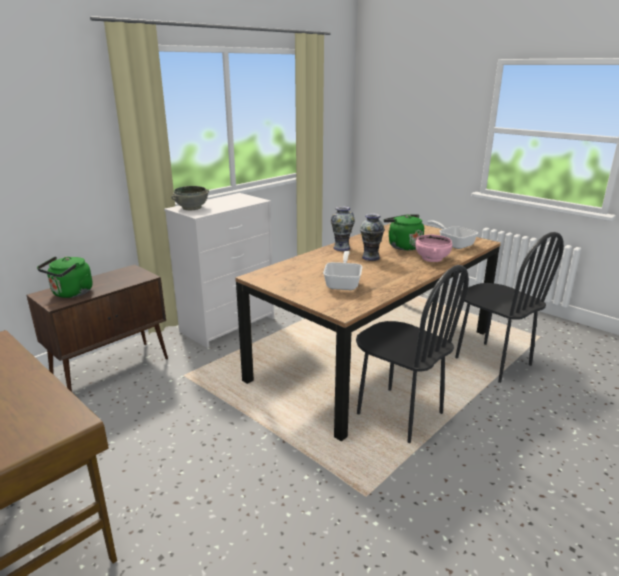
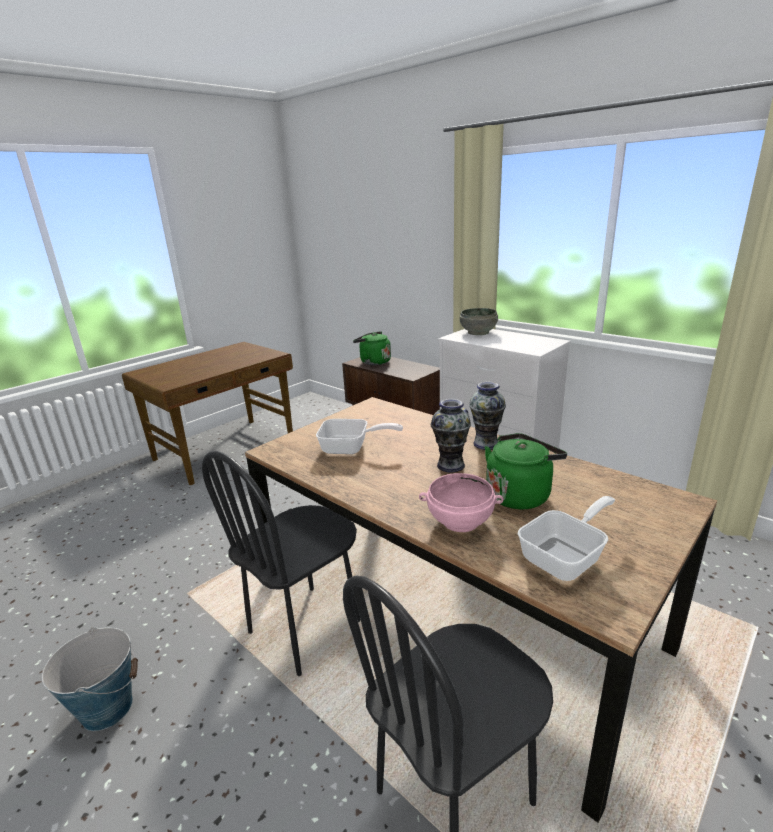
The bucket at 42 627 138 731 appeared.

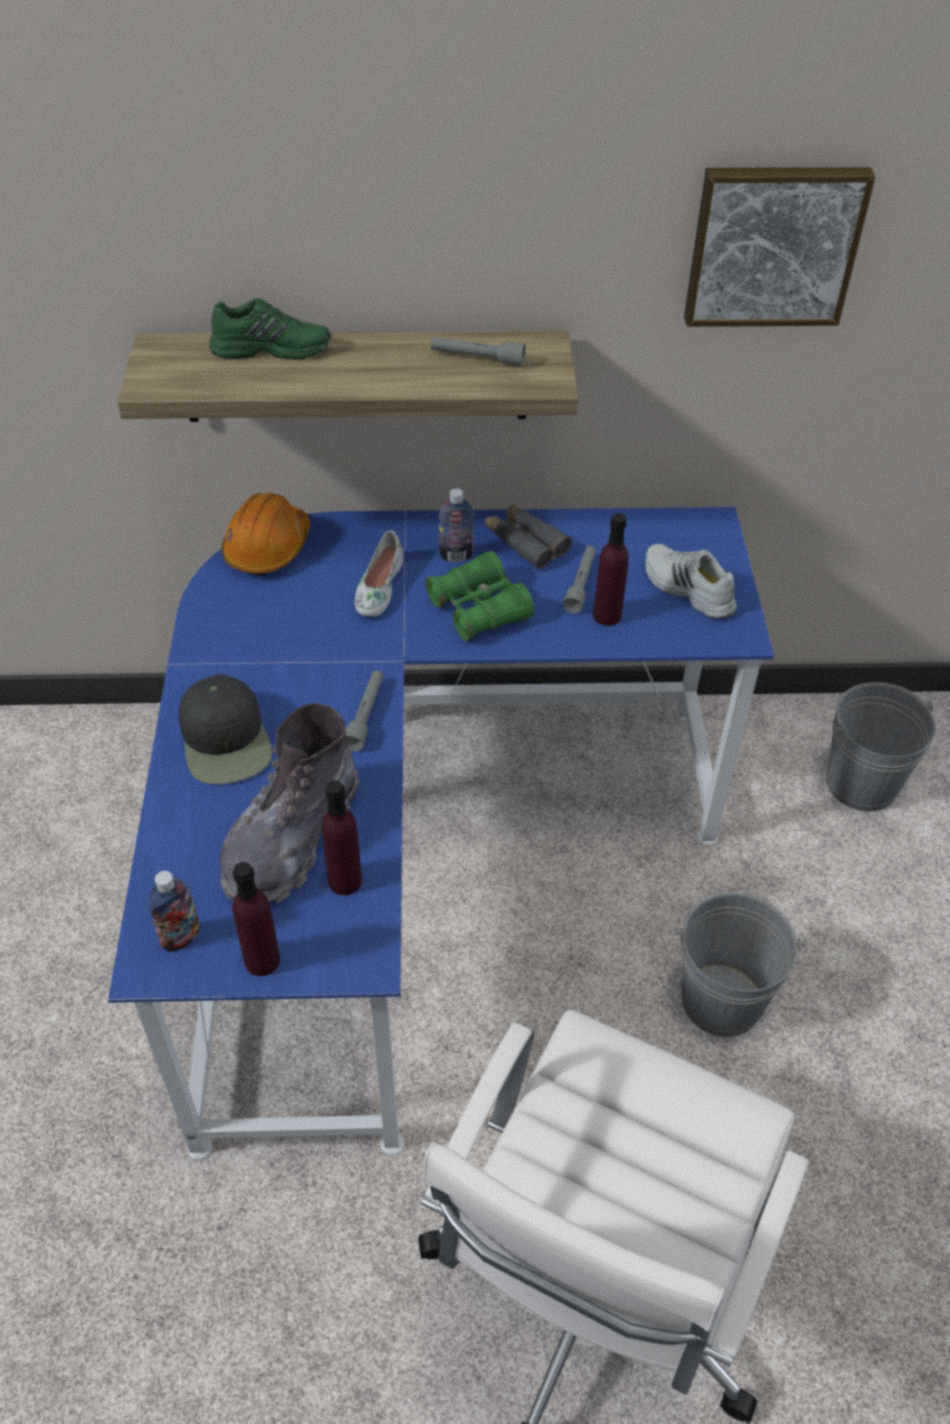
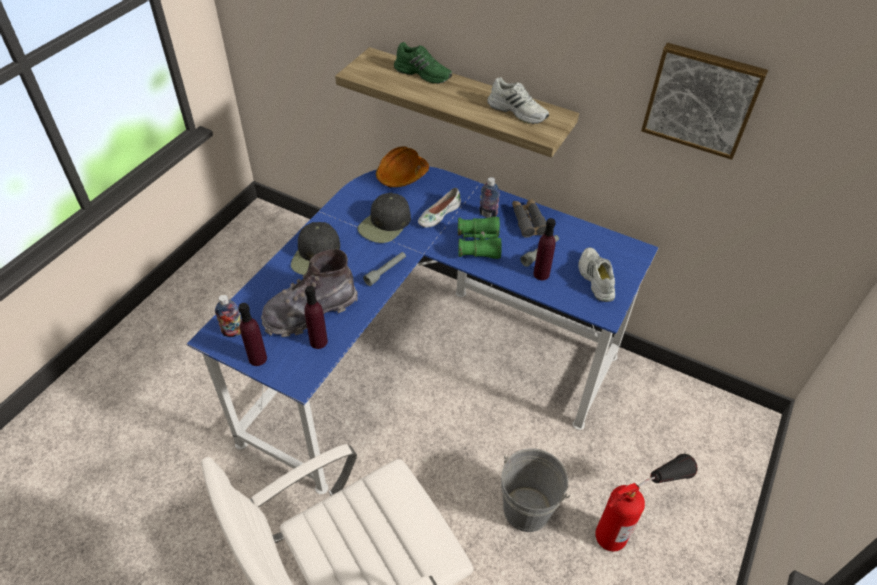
The grey_flashlight at 431 337 526 366 was replaced by the white_shoe at 487 77 549 124. The grey_bucket at 826 682 936 811 disappeared. The black_cap at 358 193 411 243 appeared. The fire_extinguisher at 595 454 698 552 appeared.

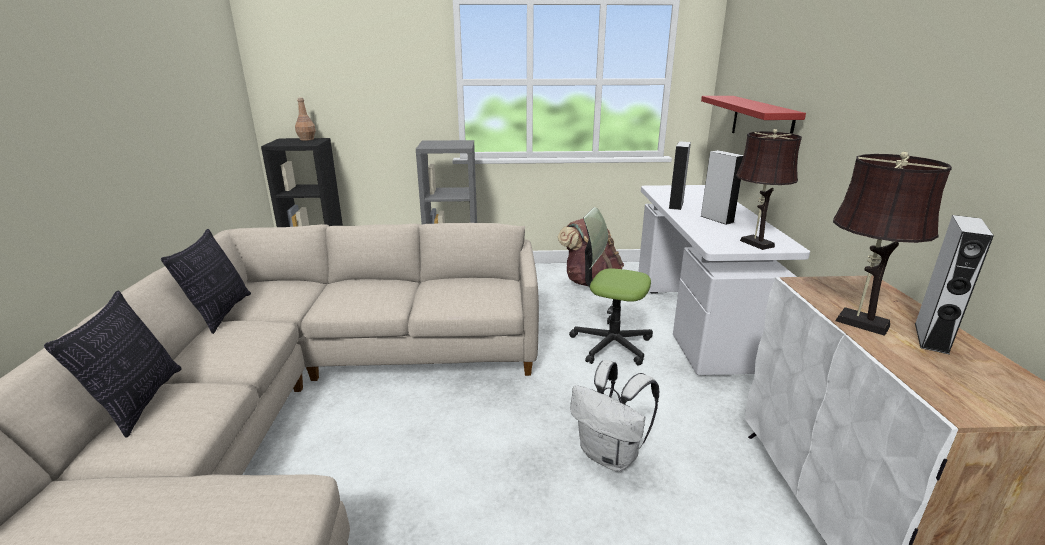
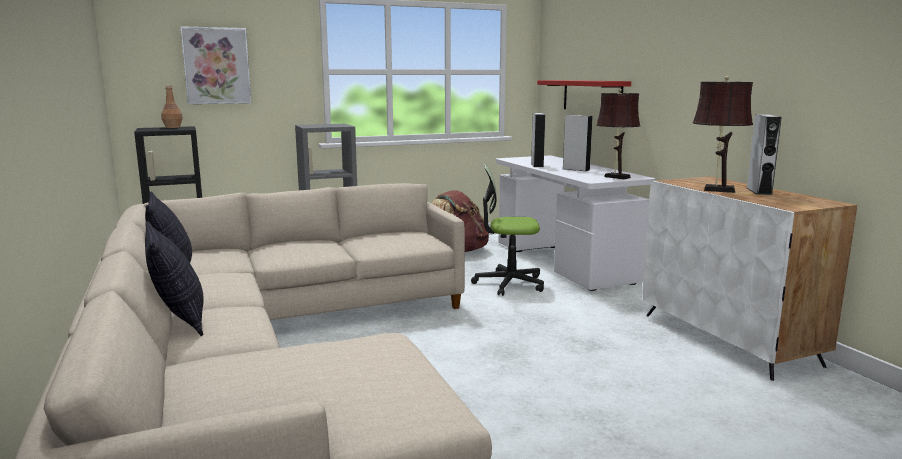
The white_backpack at 570 360 659 472 disappeared. The picture at 180 26 251 104 appeared.

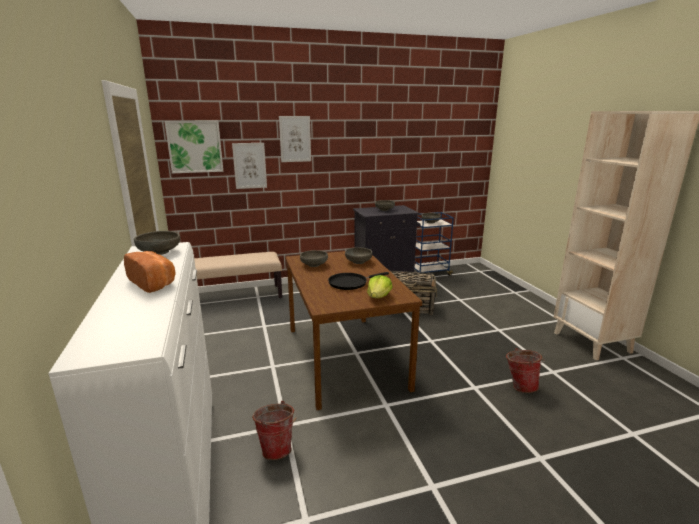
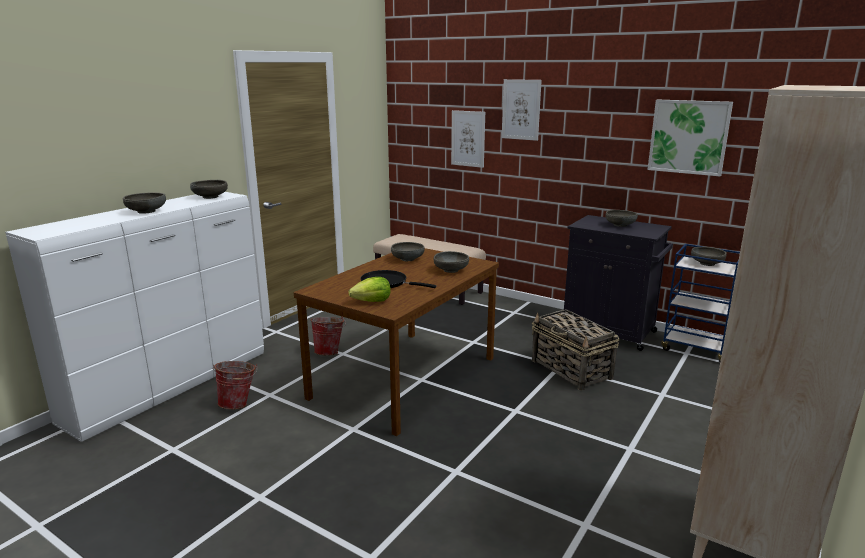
The bread at 124 251 175 293 was replaced by the grey_bowl at 123 193 166 214. The picture moved from 165 121 224 173 to 648 99 733 176. The bucket moved from 506 348 545 393 to 311 317 346 355.

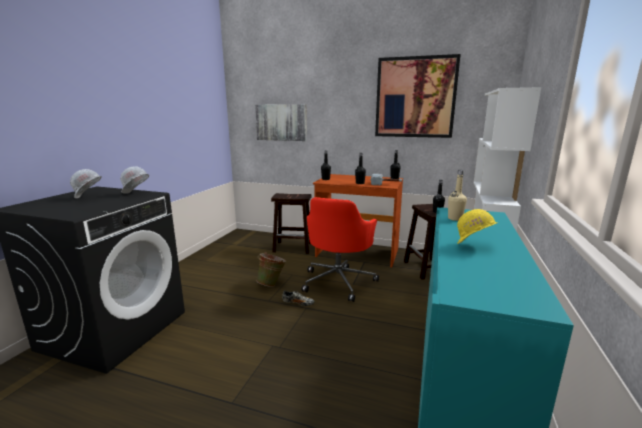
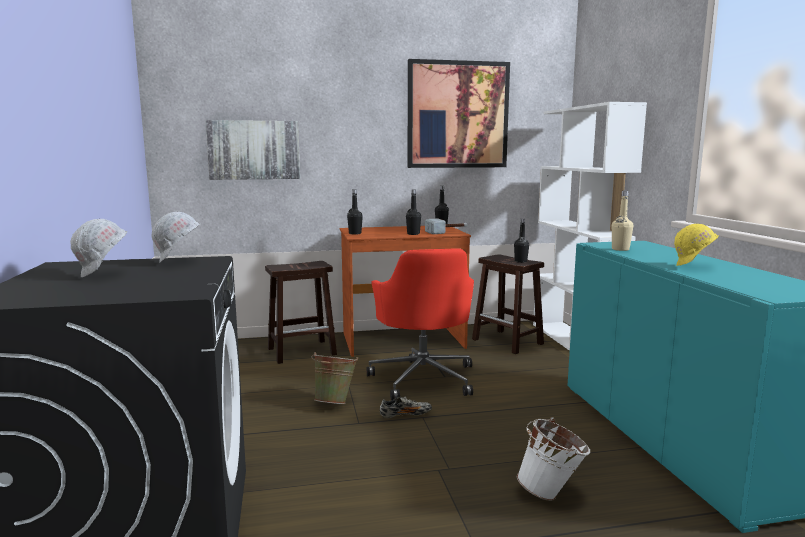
The white_bucket at 517 417 590 501 appeared.

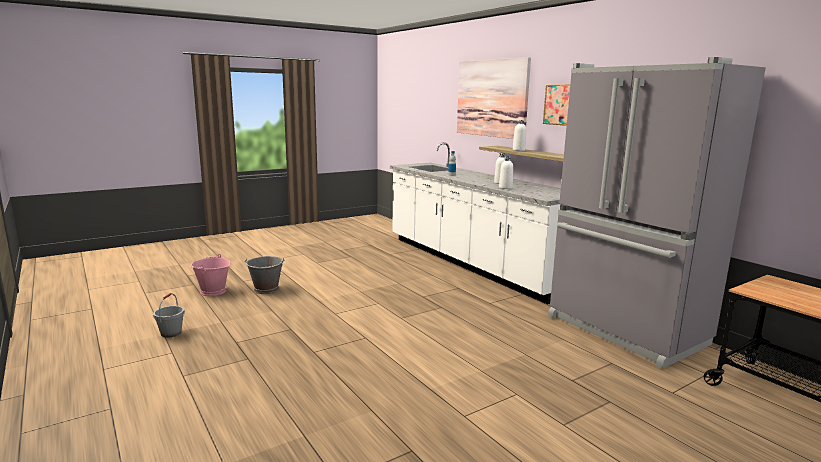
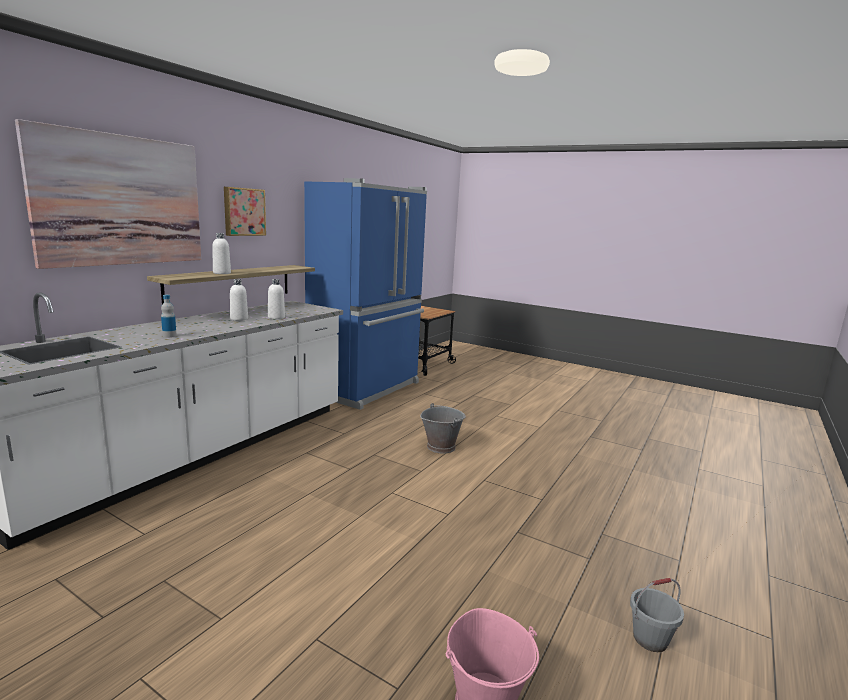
The grey_bucket moved from 244 256 285 294 to 420 403 466 454. The grey_fridge at 548 57 766 369 became the blue_fridge at 304 178 427 410.

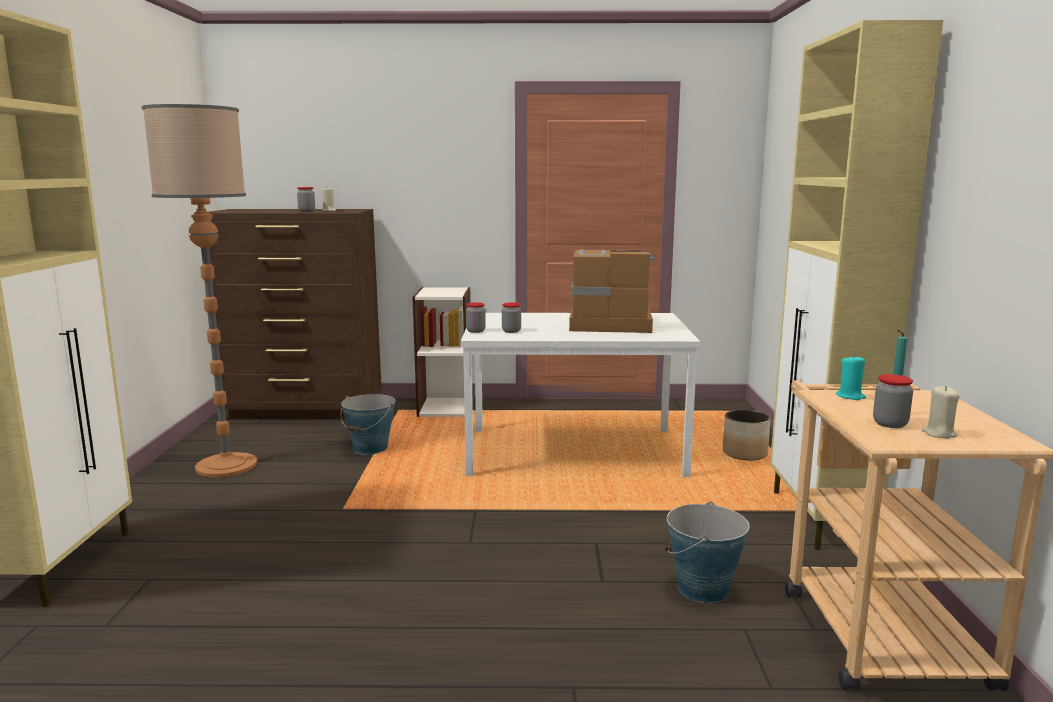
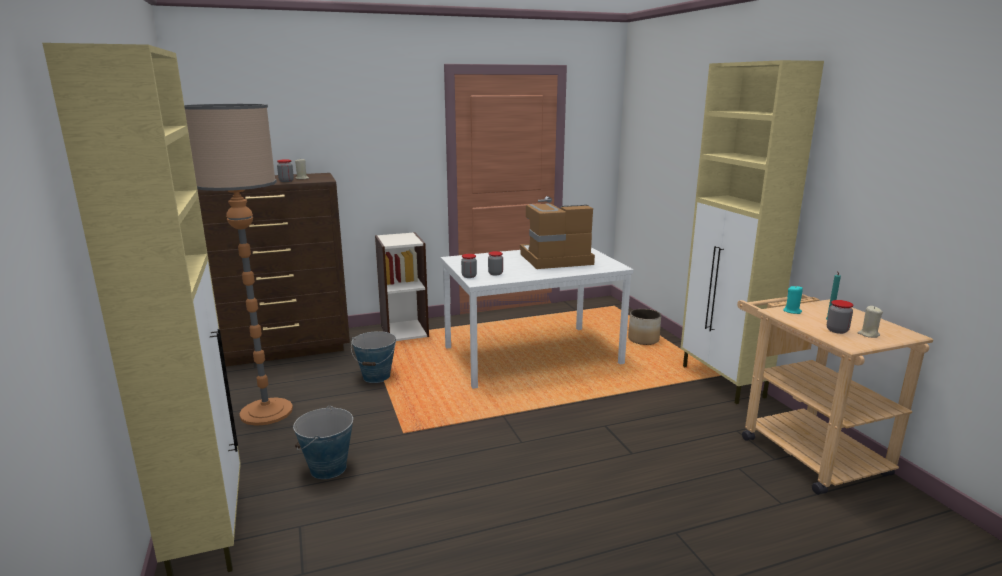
The bucket moved from 665 502 750 603 to 293 406 353 479.

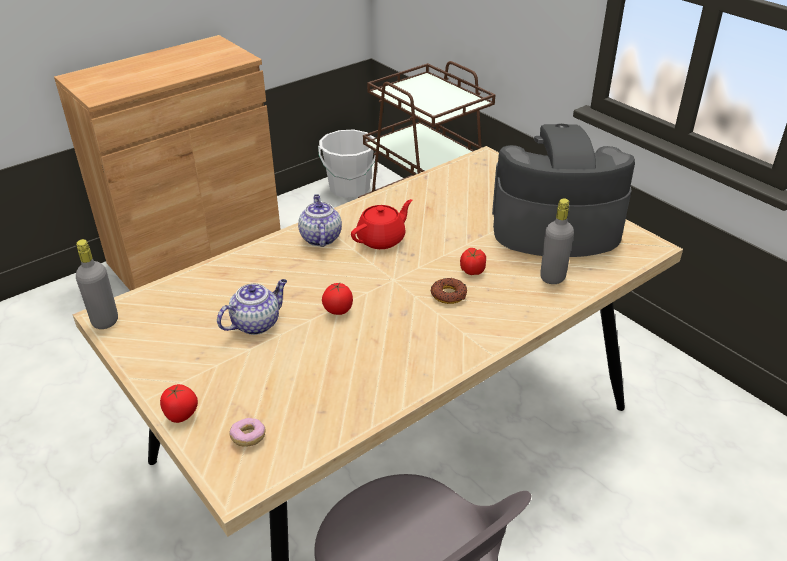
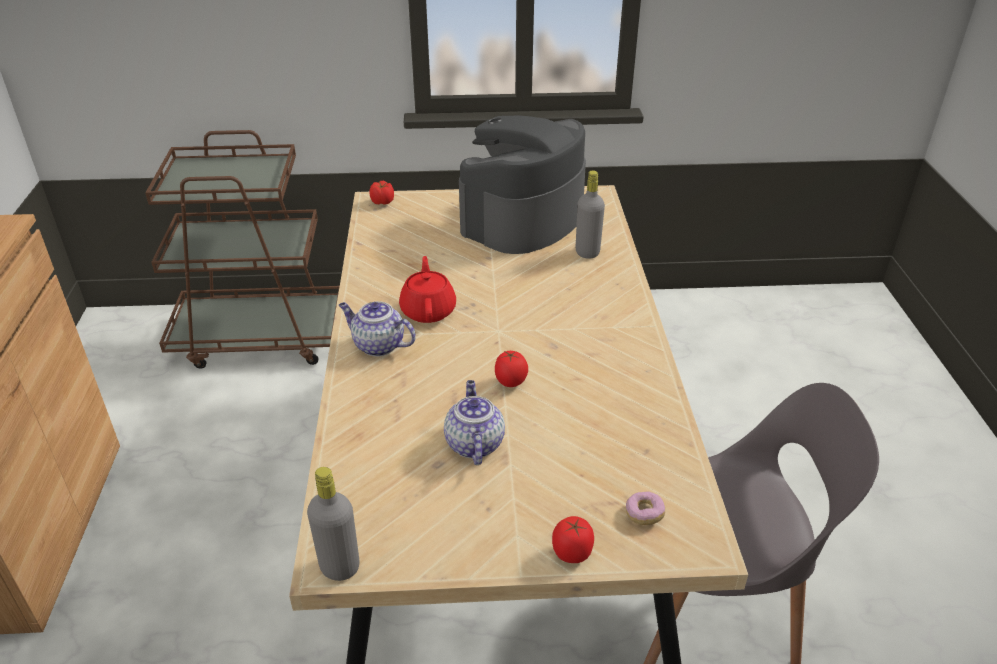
The white_bucket at 318 129 375 198 disappeared. The donut at 430 278 467 304 disappeared. The tomato moved from 460 248 486 275 to 370 181 394 204.

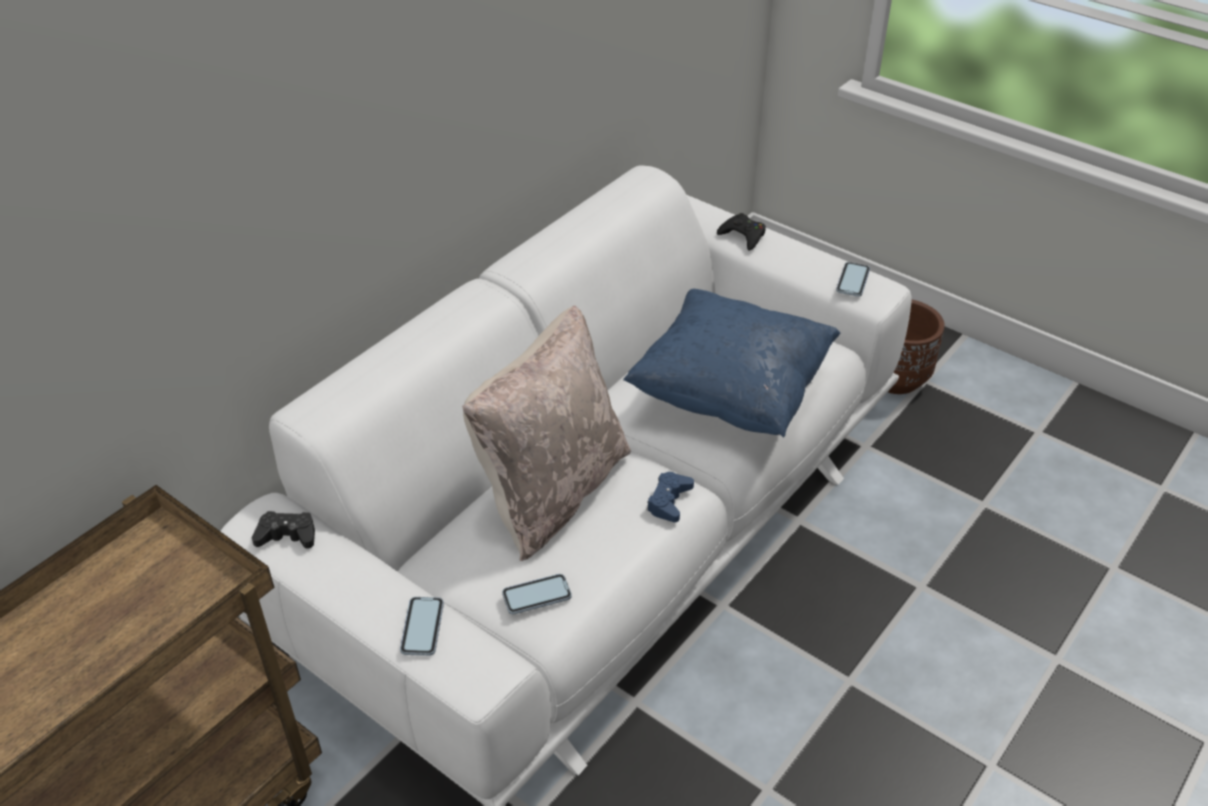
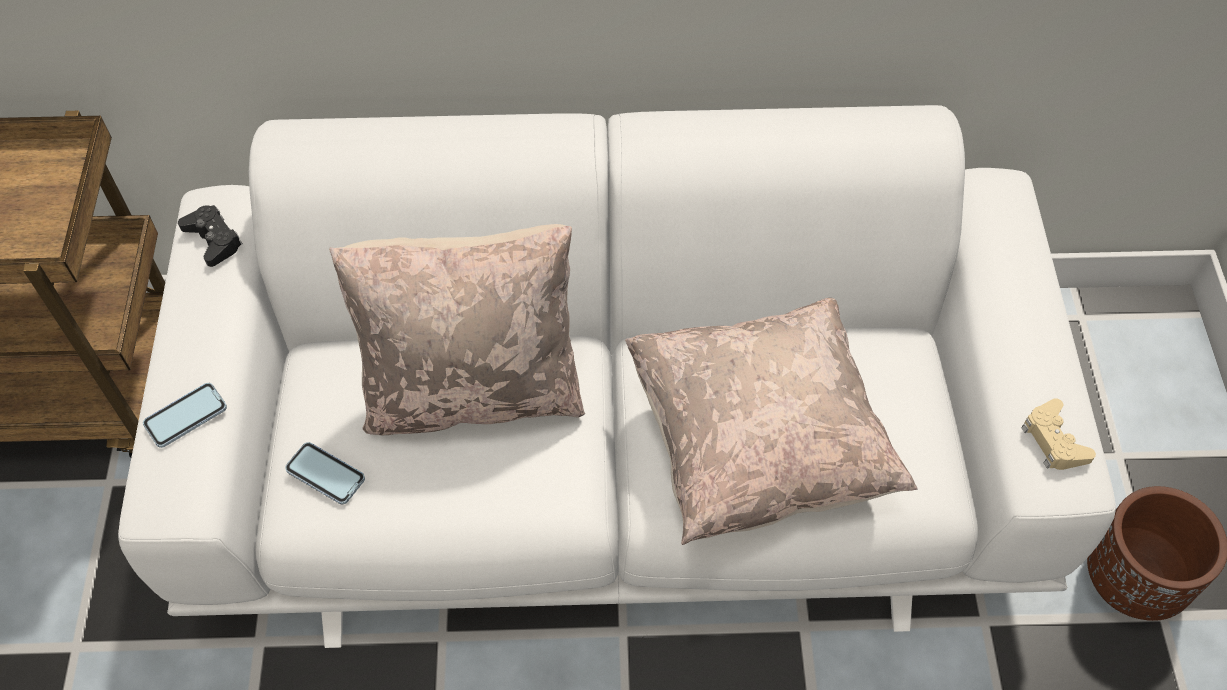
The blue_pillow at 623 289 840 437 became the beige_pillow at 625 298 917 545. The blue_game_controller at 647 472 694 522 disappeared. The black_game_controller at 717 213 766 251 disappeared. The phone at 836 262 870 297 was replaced by the beige_game_controller at 1021 398 1096 470.

